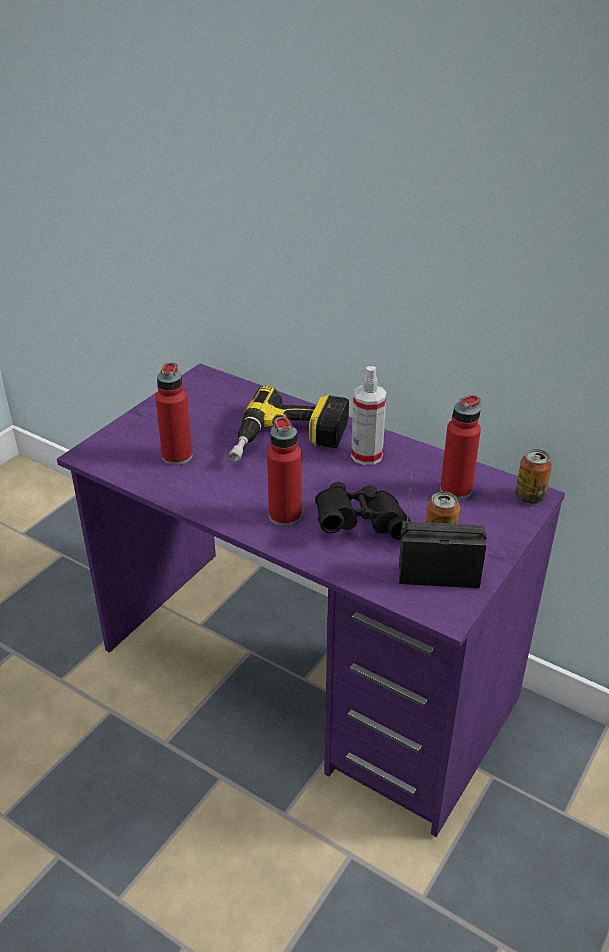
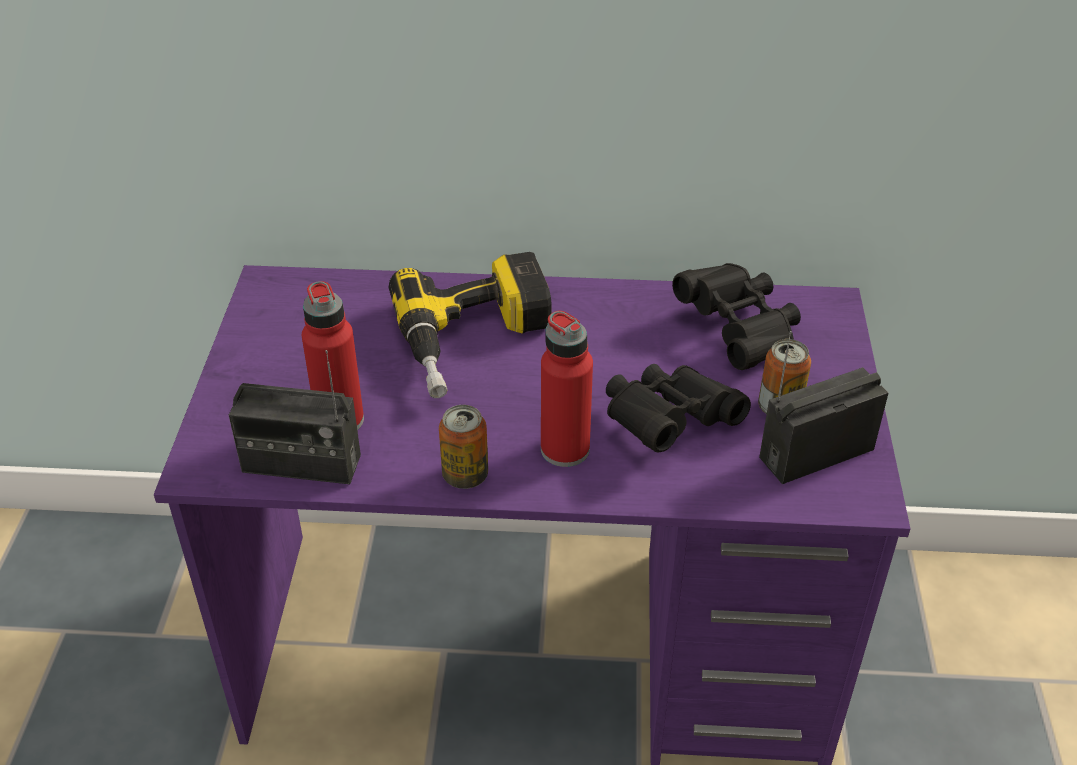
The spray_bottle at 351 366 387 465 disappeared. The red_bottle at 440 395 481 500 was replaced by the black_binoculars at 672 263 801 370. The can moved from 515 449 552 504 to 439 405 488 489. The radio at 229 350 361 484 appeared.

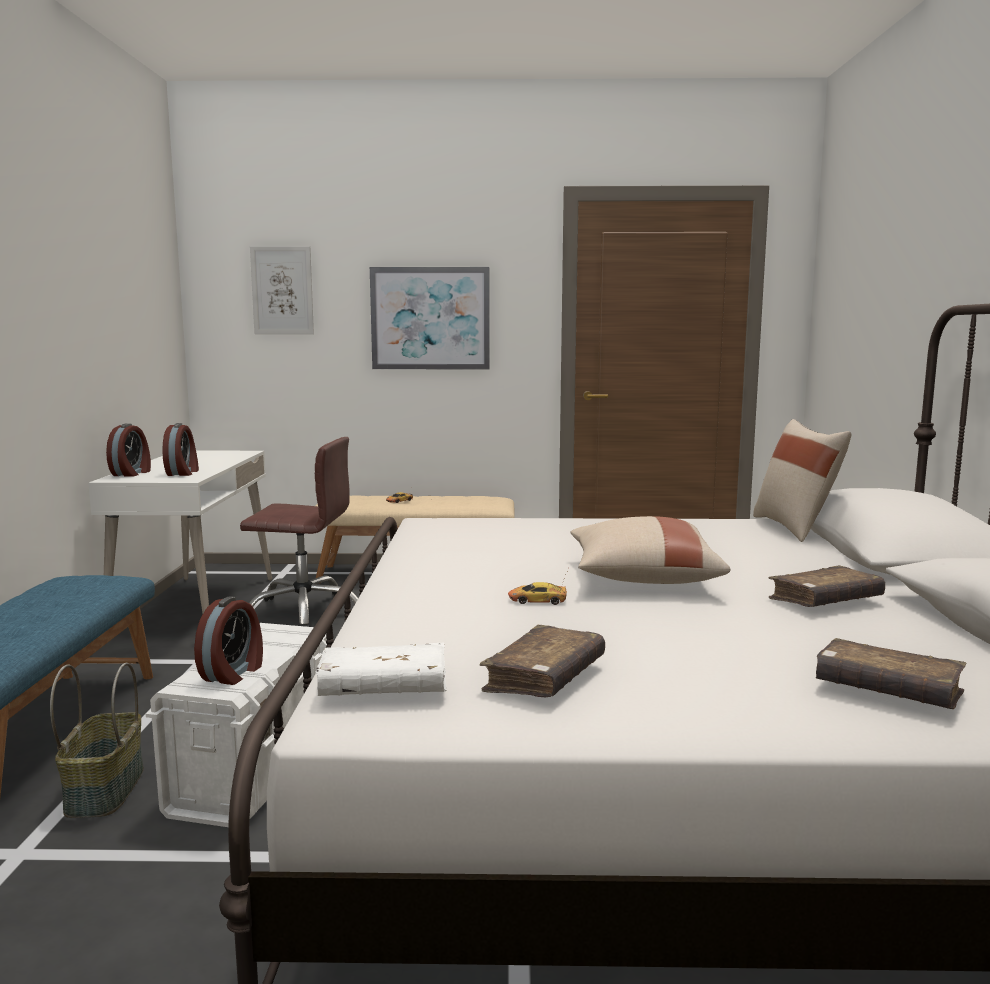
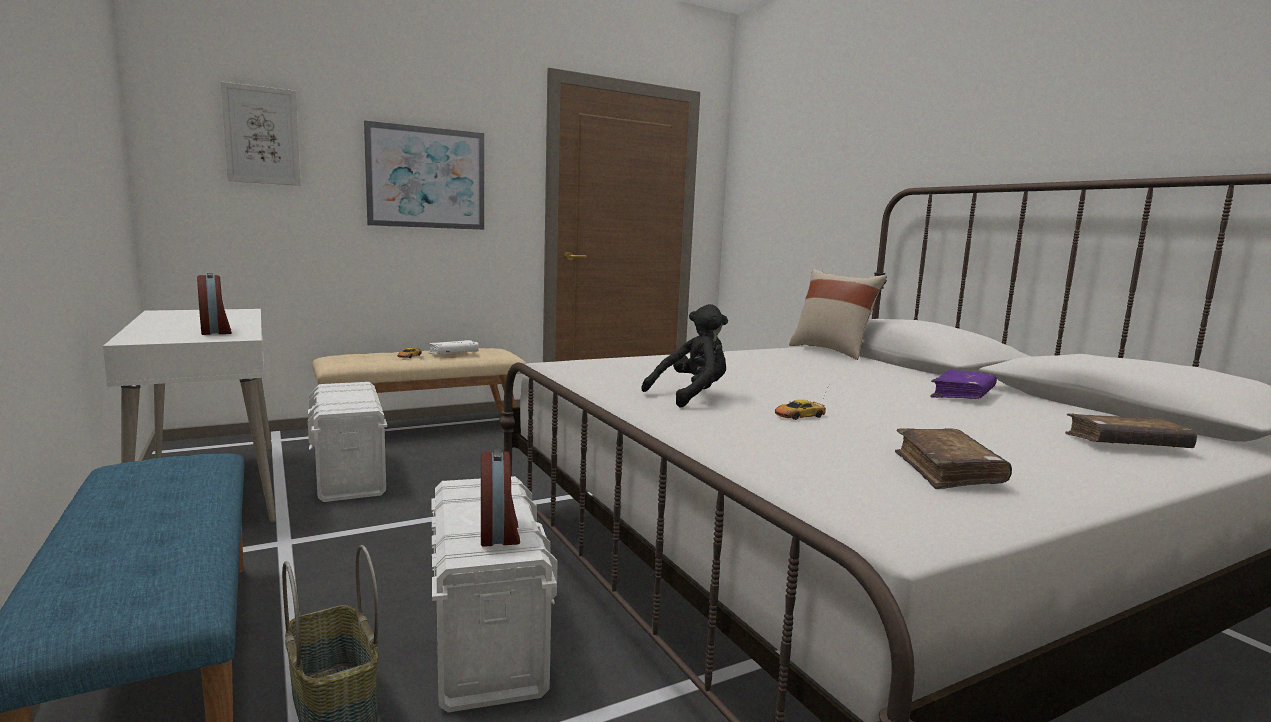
The alarm_clock at 106 423 151 477 disappeared. The brown_office_chair at 240 437 358 627 was replaced by the white_storage_box at 308 382 387 502. The white_book moved from 316 643 447 696 to 428 340 479 354. The beige_pillow at 570 516 730 584 disappeared. The brown_book at 768 565 885 607 became the purple_book at 930 370 997 399. The black_plush_toy at 642 304 728 408 appeared.

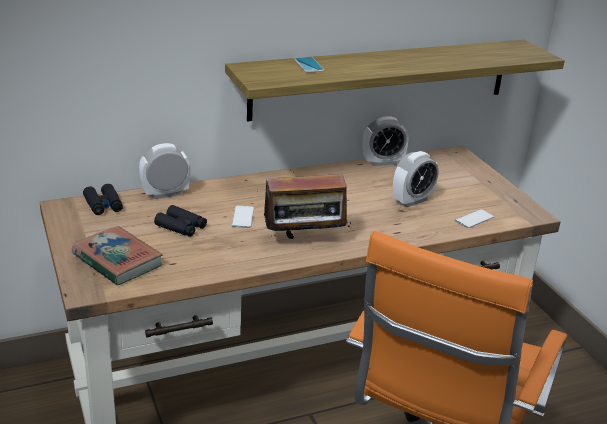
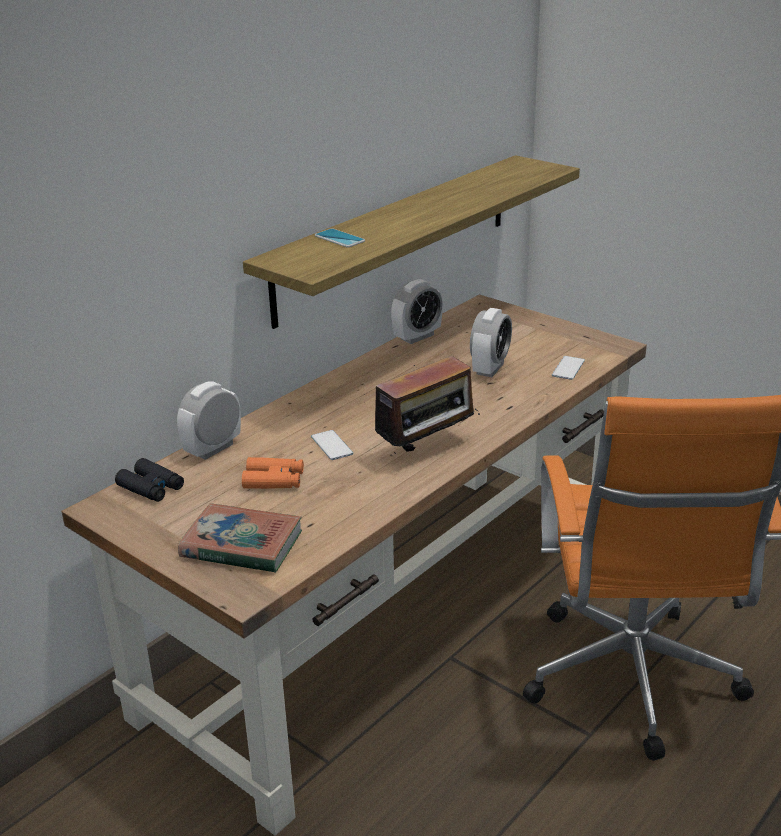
The black_binoculars at 154 205 207 237 became the orange_binoculars at 242 457 304 489.

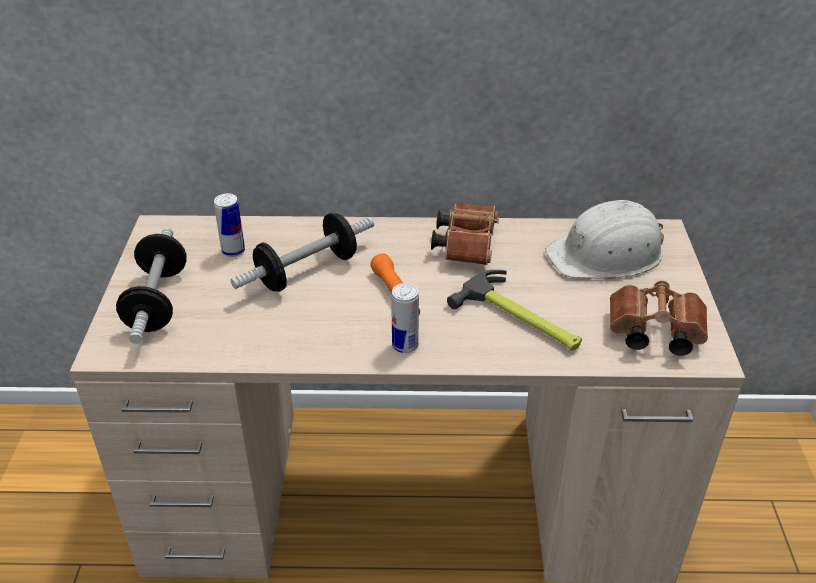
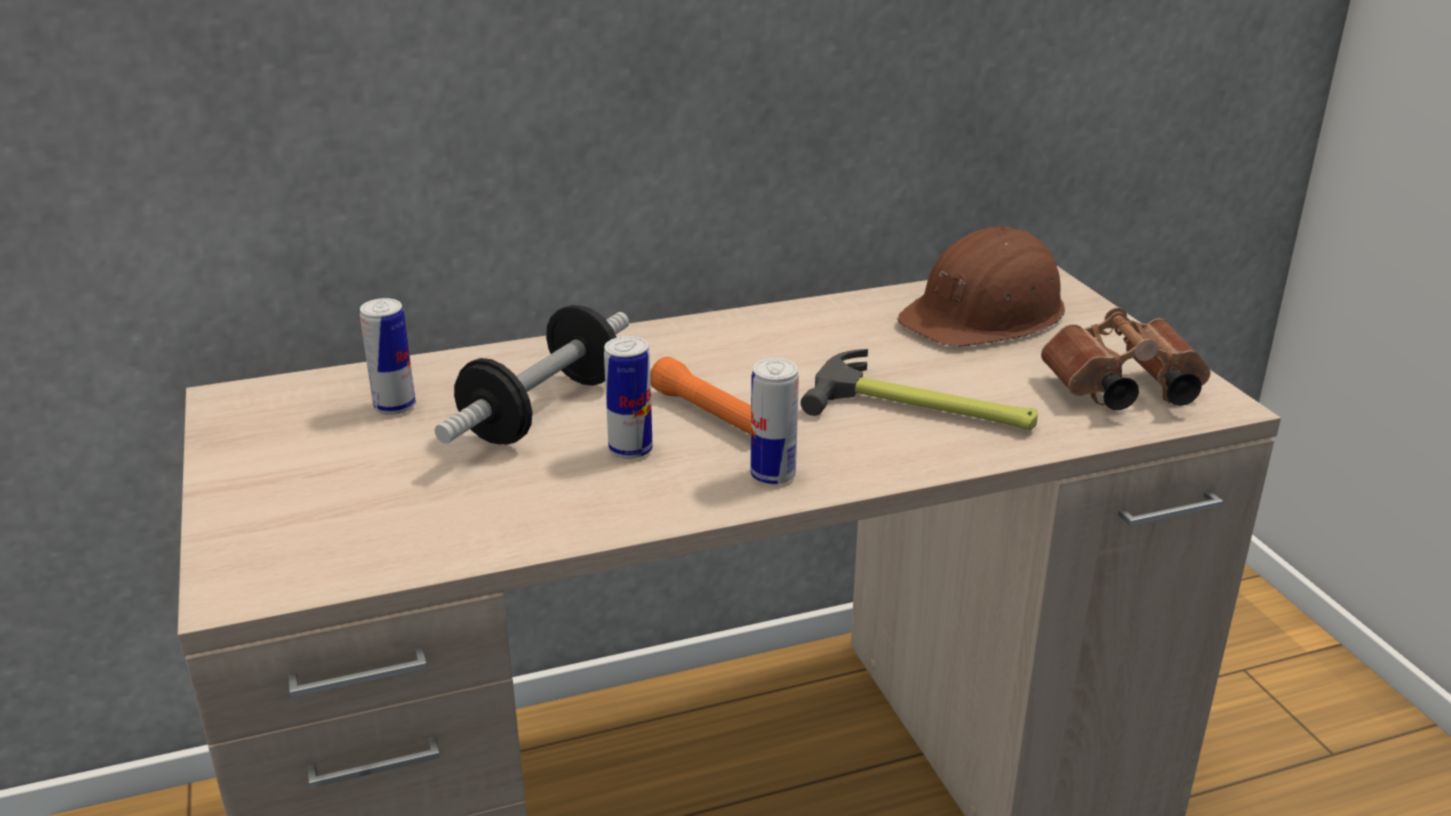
The dumbbell at 116 228 187 344 disappeared. The brown_binoculars at 431 203 499 265 disappeared. The white_hard_hat at 545 200 664 279 became the brown_hard_hat at 897 225 1065 347. The can at 604 336 653 459 appeared.

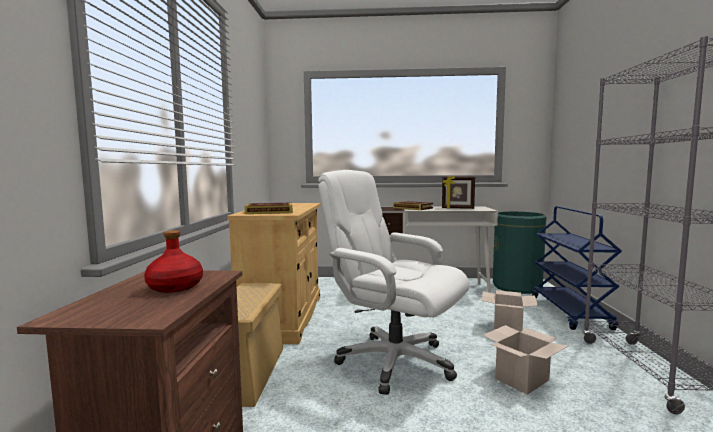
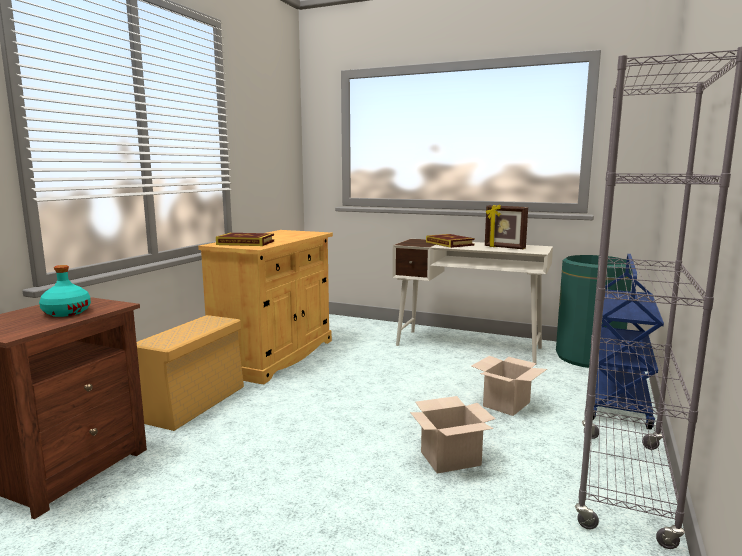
The red_bottle at 144 230 203 293 became the turquoise_bottle at 39 265 91 317. The white_office_chair at 318 170 469 395 disappeared.

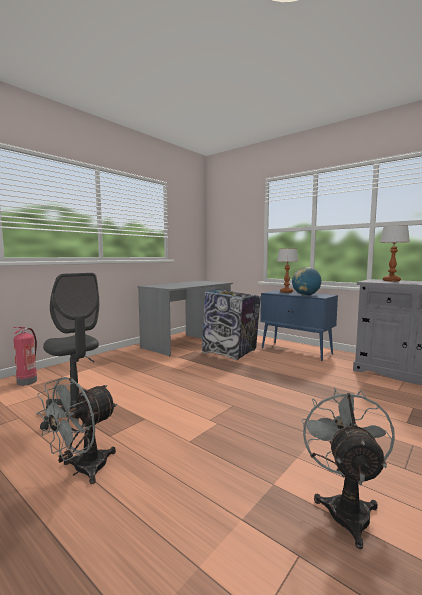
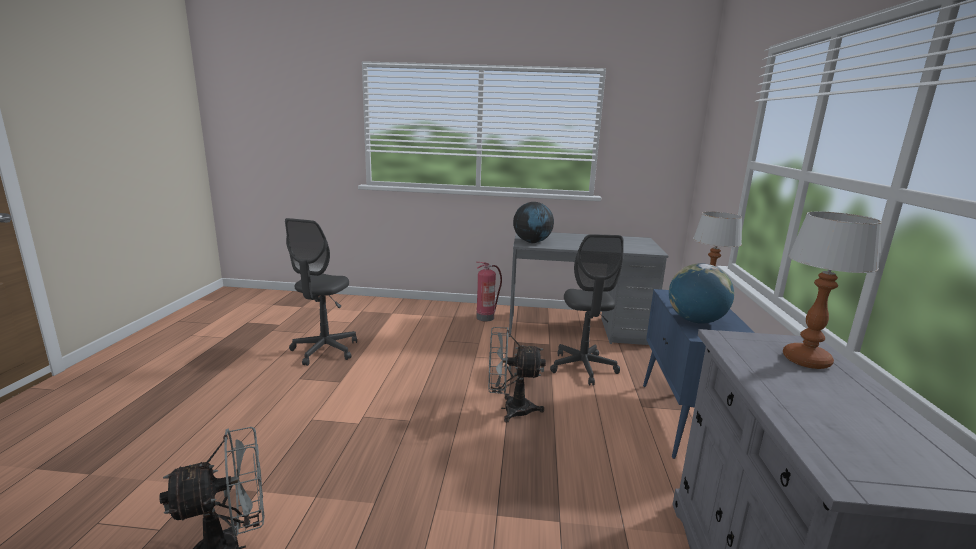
The fire_extinguisher moved from 13 327 37 386 to 476 262 502 322. The grey_fan moved from 36 377 117 484 to 488 327 546 422. The trash_can at 201 289 261 360 was replaced by the grey_office_chair at 550 234 624 385. The globe at 513 202 554 243 appeared.

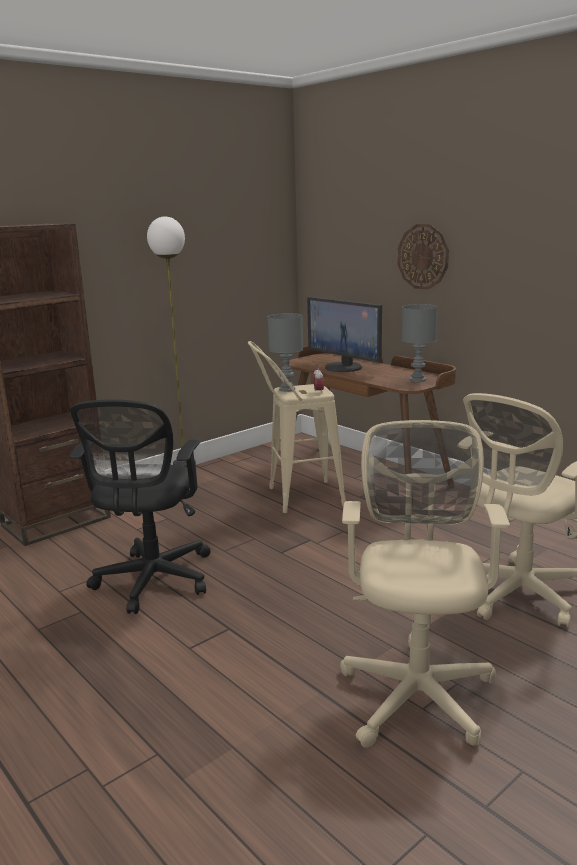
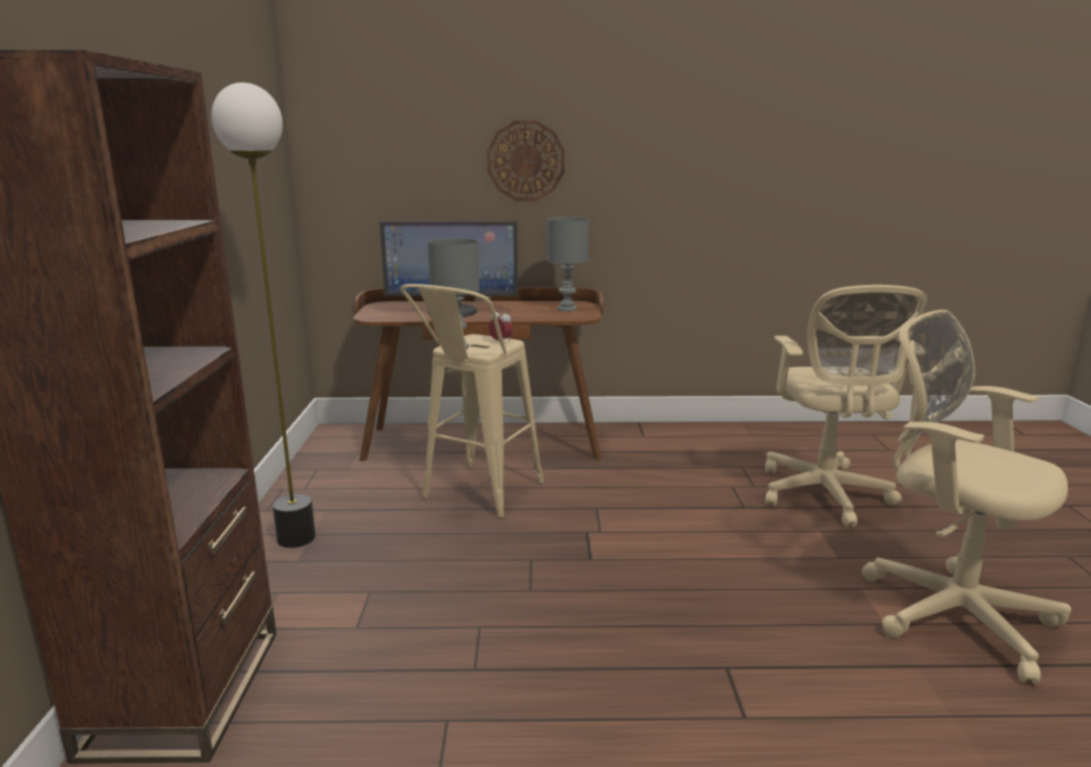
The black_office_chair at 69 399 211 614 disappeared.

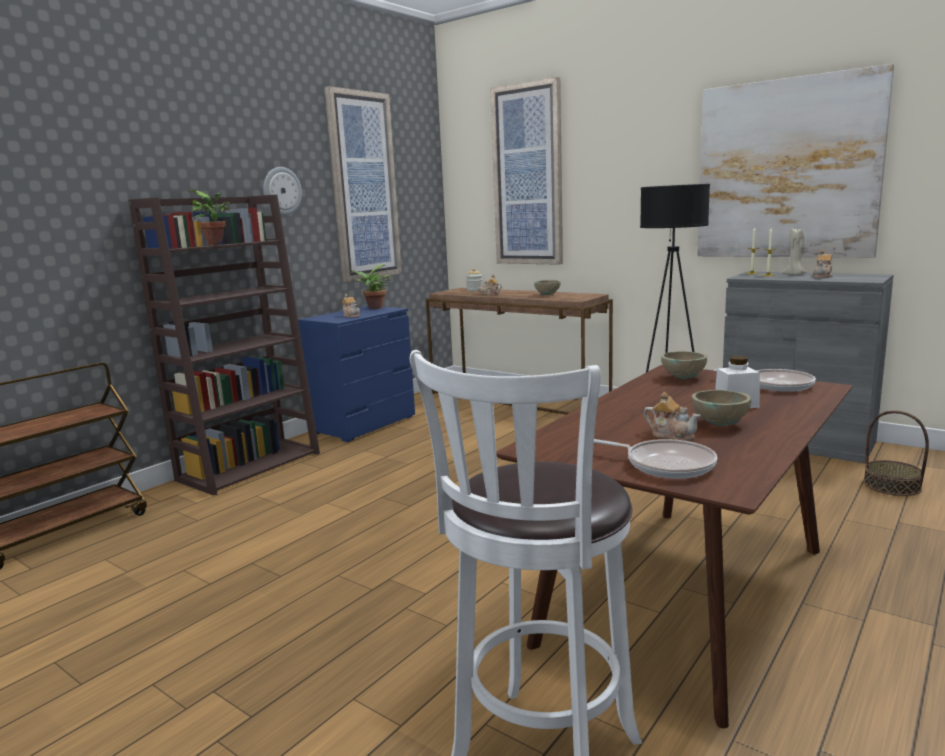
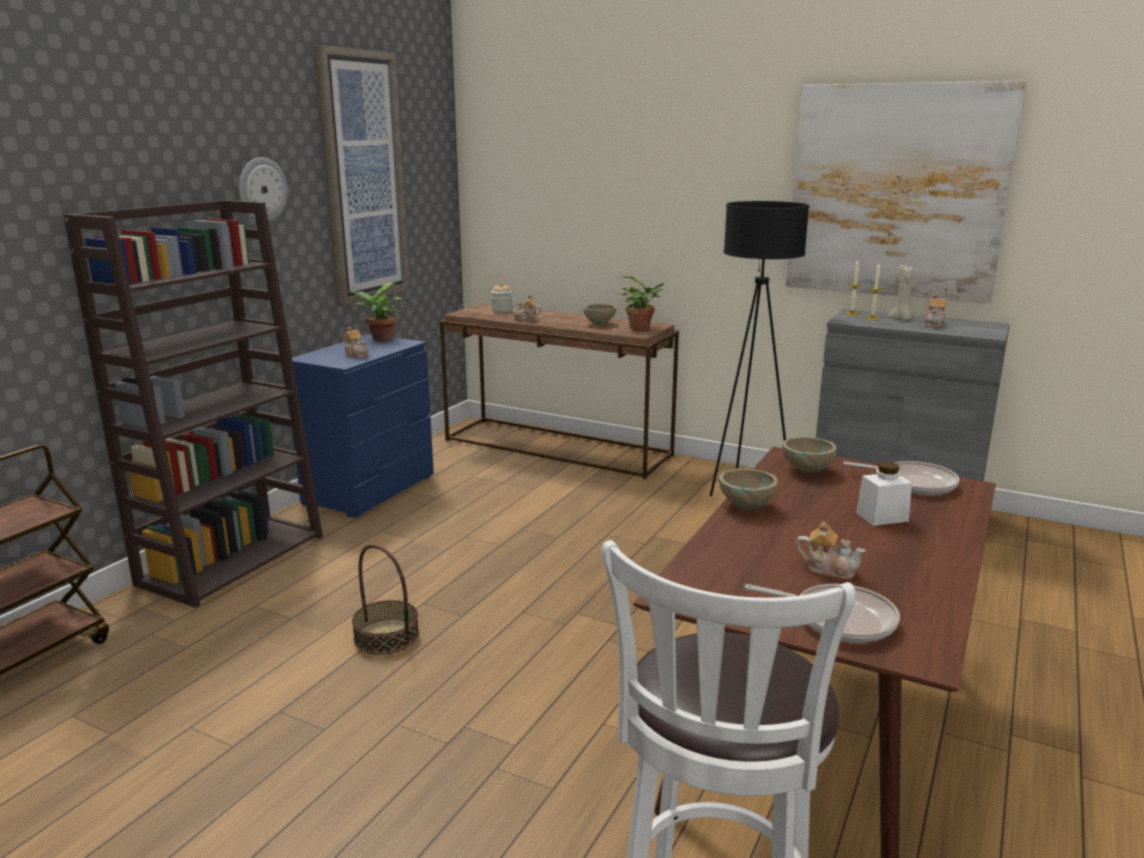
The potted_plant moved from 188 190 230 245 to 620 276 667 331. The picture at 490 77 563 265 disappeared. The beige_bowl moved from 692 390 751 426 to 719 469 778 509. The basket moved from 863 410 929 496 to 352 544 419 654.

